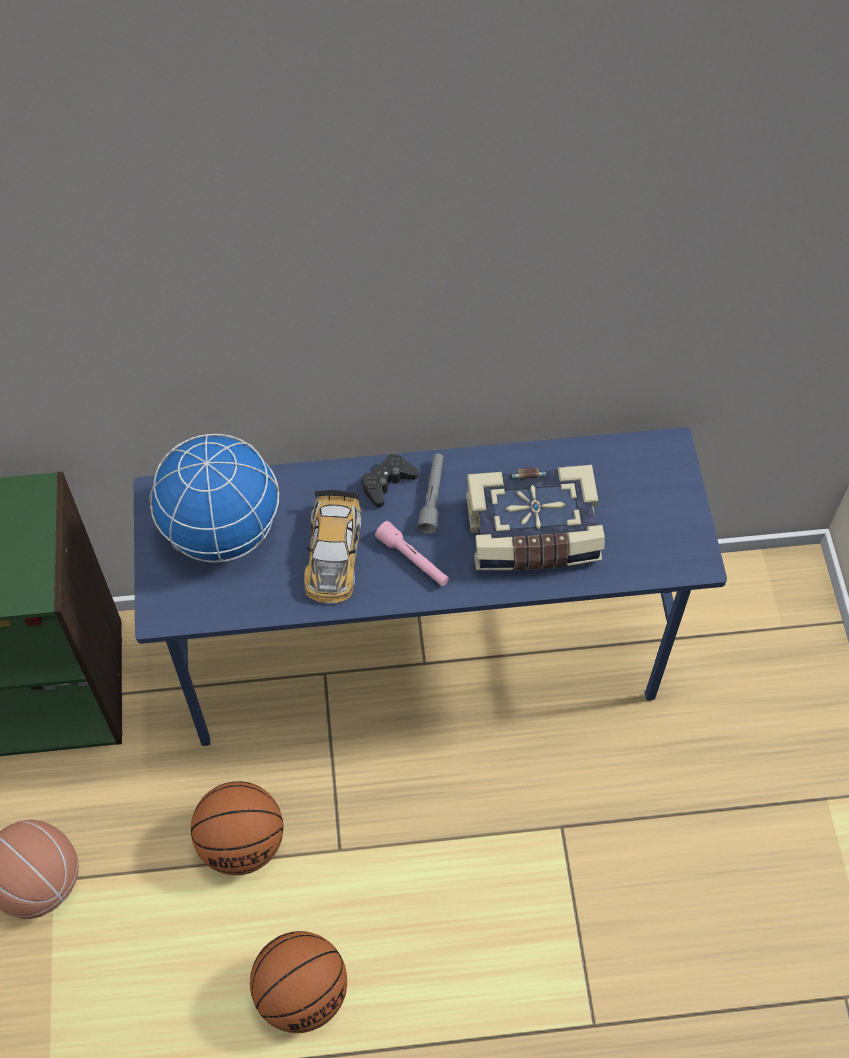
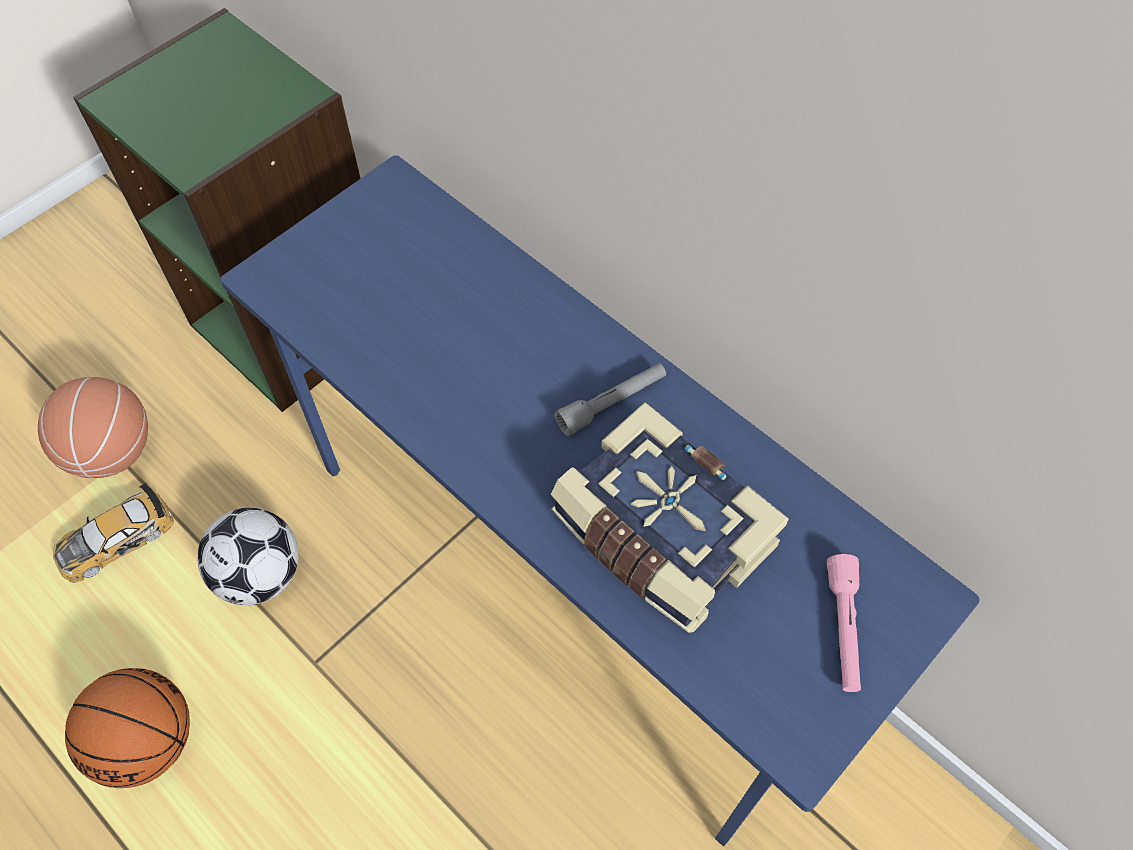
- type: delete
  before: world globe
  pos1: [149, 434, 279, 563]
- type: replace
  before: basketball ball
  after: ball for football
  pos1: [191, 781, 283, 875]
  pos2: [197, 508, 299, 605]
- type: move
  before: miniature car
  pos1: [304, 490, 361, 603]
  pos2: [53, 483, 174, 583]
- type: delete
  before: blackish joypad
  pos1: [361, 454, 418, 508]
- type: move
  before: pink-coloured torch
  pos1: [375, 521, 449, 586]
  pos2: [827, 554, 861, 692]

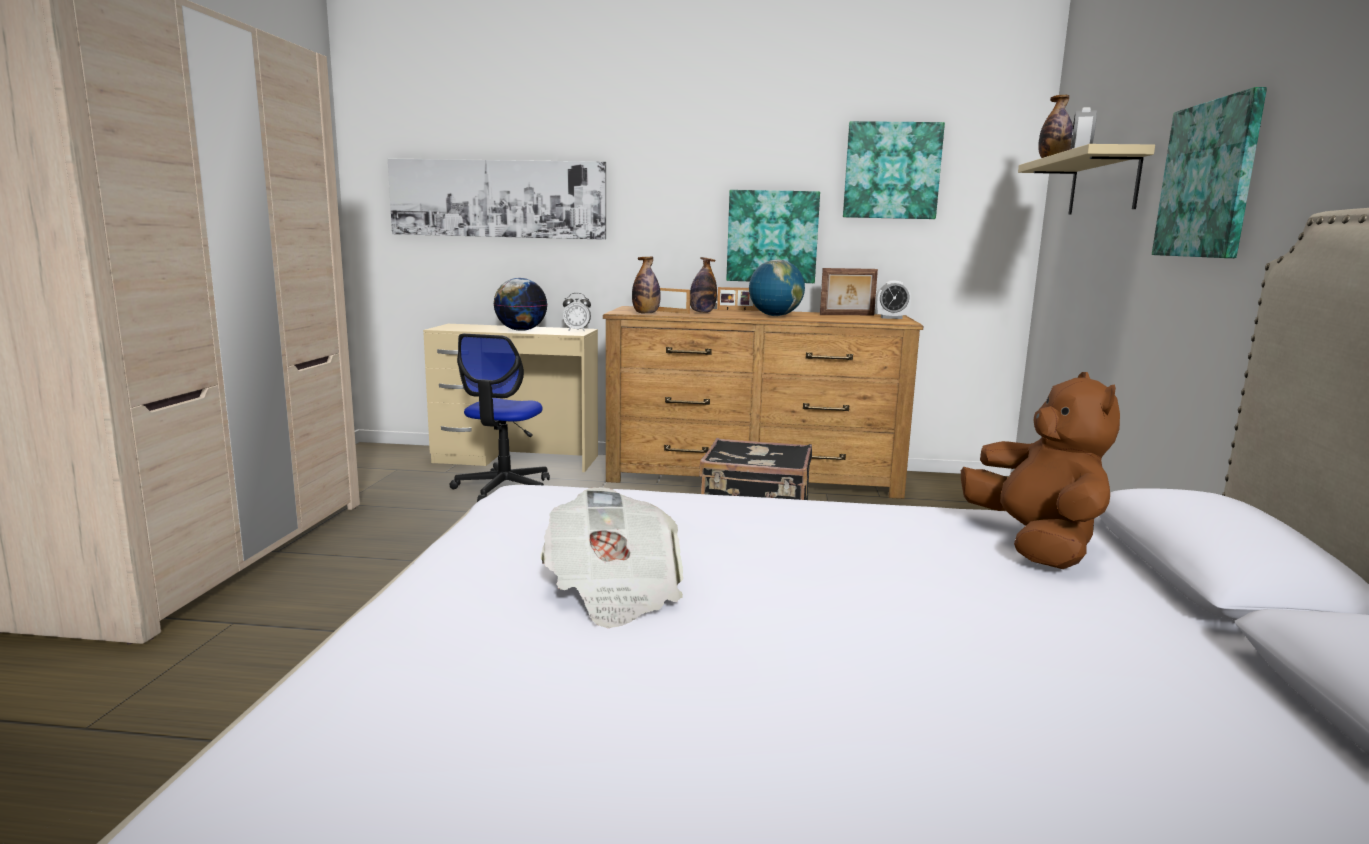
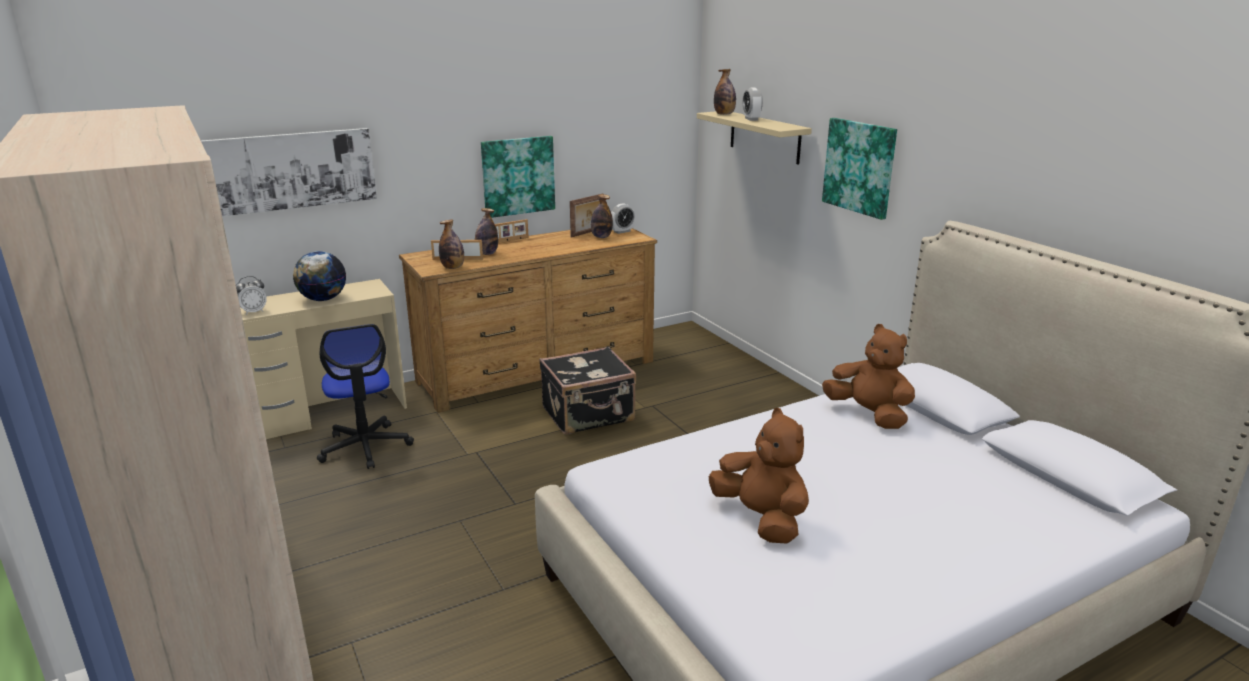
- type: replace
  before: printed paper
  after: brown cuddly toy
  pos1: [540, 487, 683, 628]
  pos2: [709, 408, 809, 544]
- type: move
  before: alarm clock
  pos1: [563, 293, 591, 331]
  pos2: [236, 276, 267, 315]
- type: delete
  before: world globe
  pos1: [749, 260, 805, 316]
- type: delete
  before: picture
  pos1: [843, 121, 945, 219]
- type: insert
  after: beverage bottle
  pos2: [591, 194, 613, 238]

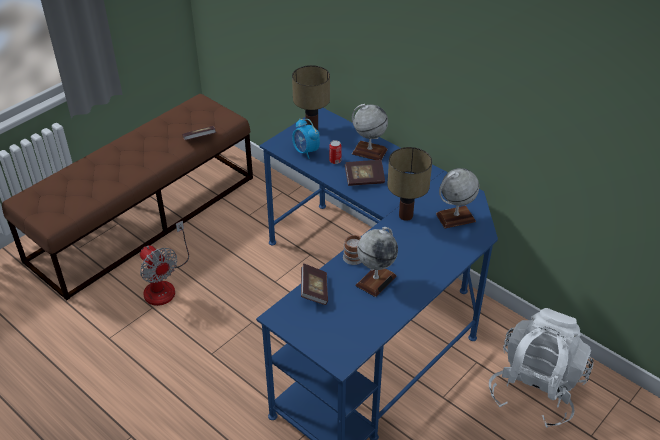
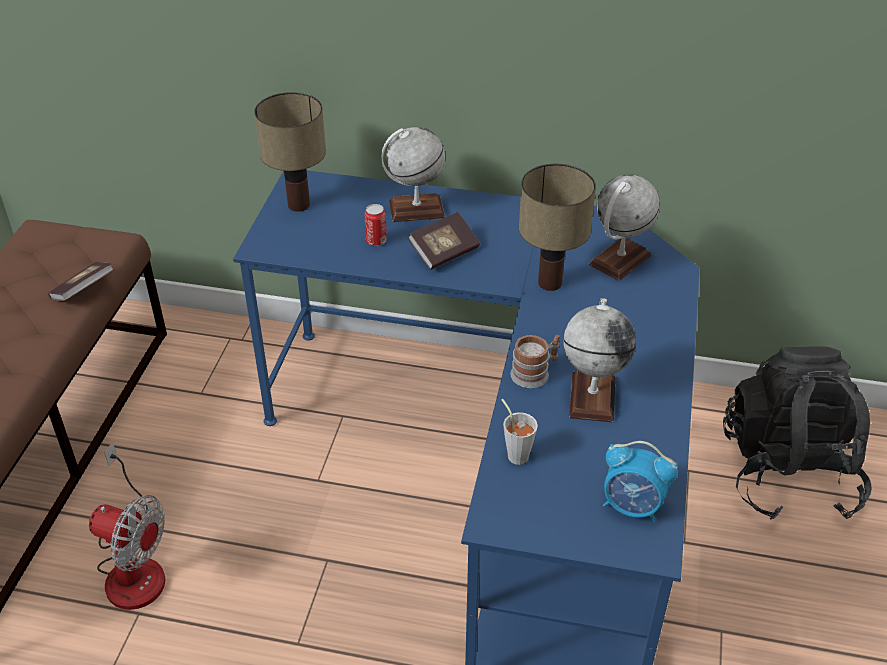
- type: move
  before: alarm clock
  pos1: [292, 119, 320, 159]
  pos2: [603, 441, 678, 522]
- type: replace
  before: volume
  after: greyish drinking cup
  pos1: [301, 263, 328, 305]
  pos2: [501, 399, 538, 465]
- type: recolor
  before: white-coloured rucksack
  after: blackish rucksack
  pos1: [489, 308, 594, 428]
  pos2: [723, 346, 872, 520]

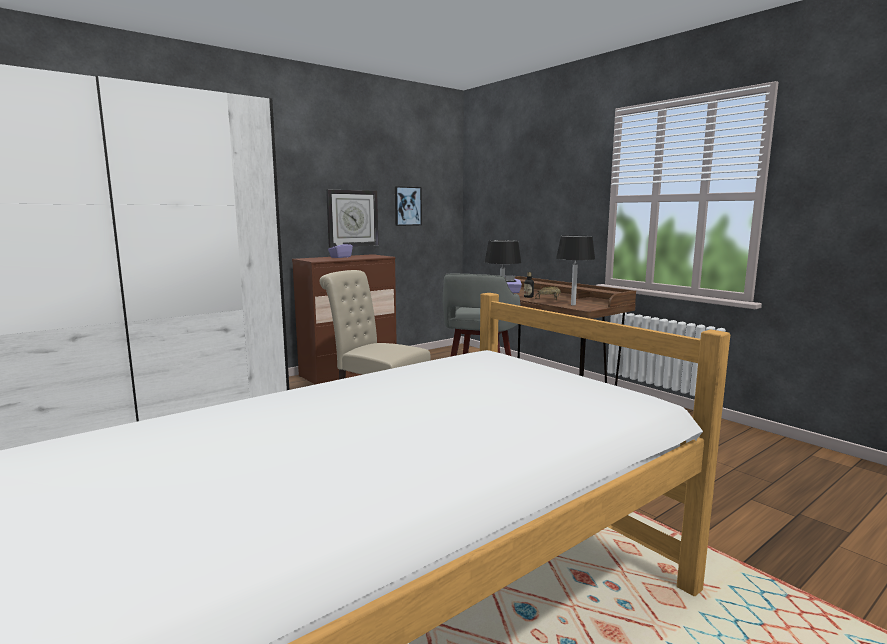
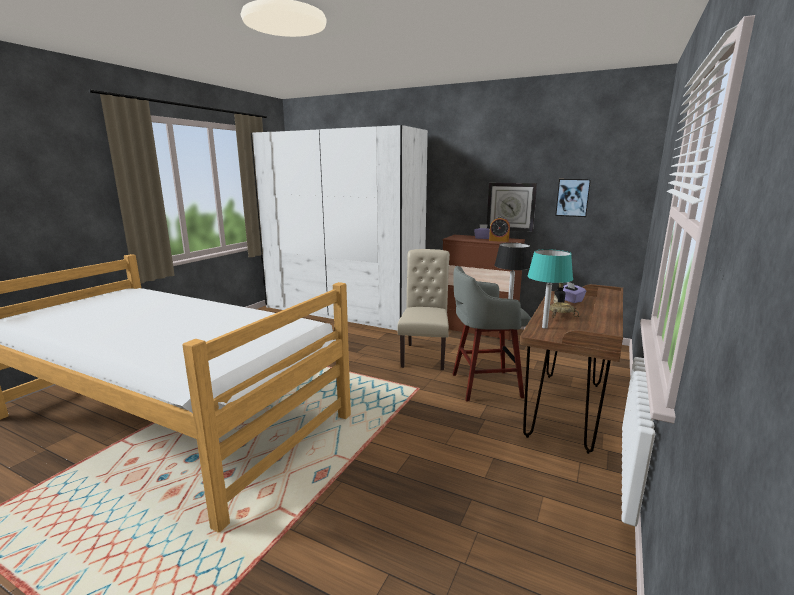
- type: recolor
  before: blackish lamp for a table
  after: turquoise lamp for a table
  pos1: [556, 236, 595, 306]
  pos2: [527, 249, 573, 329]
- type: insert
  after: alarm clock
  pos2: [489, 217, 510, 242]

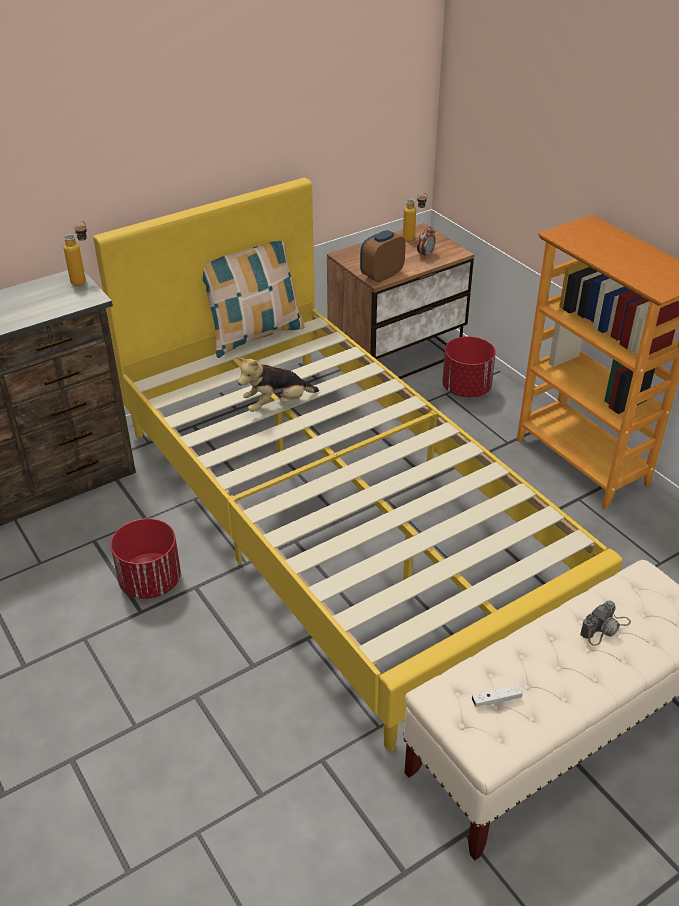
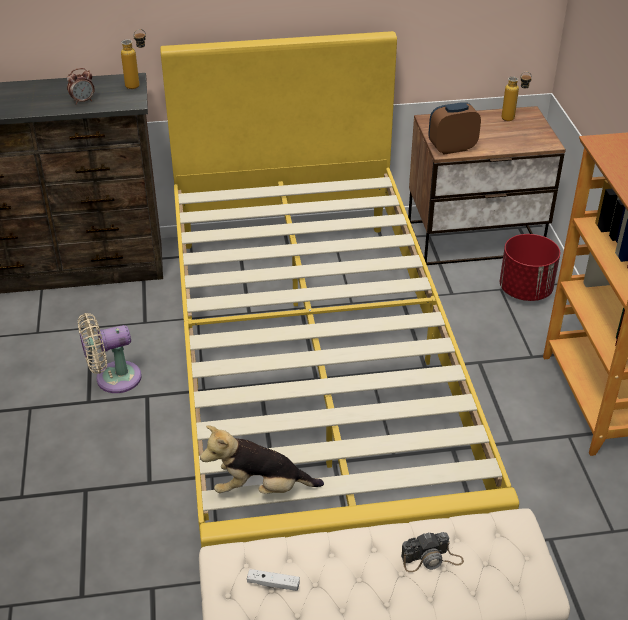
- type: replace
  before: reddish planter
  after: sand-coloured cooling fan
  pos1: [111, 518, 181, 599]
  pos2: [78, 313, 141, 393]
- type: delete
  before: pillow
  pos1: [203, 241, 305, 358]
- type: move
  before: cuddly toy
  pos1: [237, 357, 319, 412]
  pos2: [200, 426, 324, 494]
- type: move
  before: alarm clock
  pos1: [417, 226, 436, 259]
  pos2: [67, 68, 95, 104]

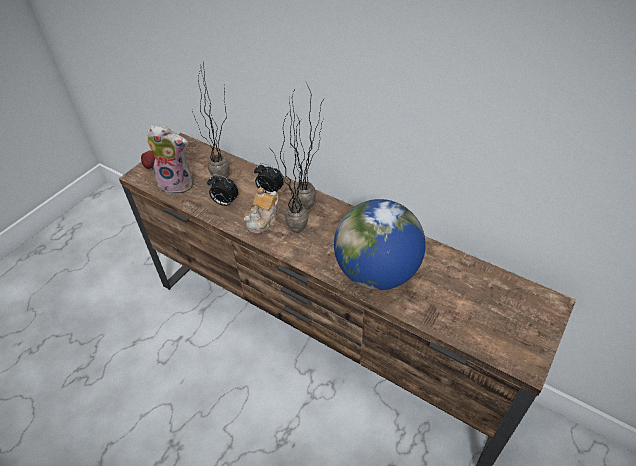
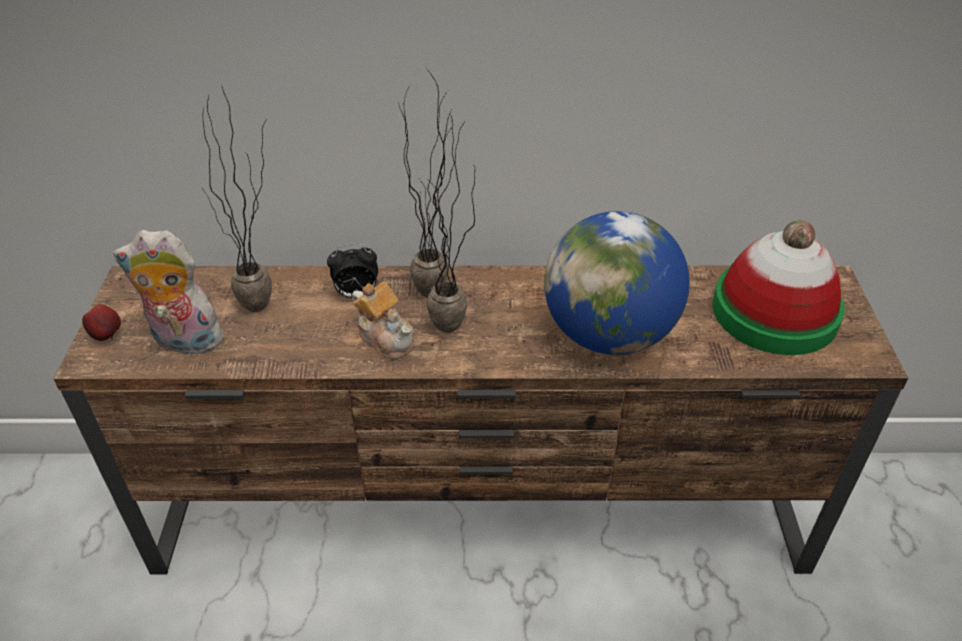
- type: rotate
  before: cuddly toy
  pos1: [147, 125, 193, 194]
  pos2: [113, 230, 227, 356]
  turn: -150
- type: delete
  before: alarm clock
  pos1: [207, 175, 239, 206]
- type: rotate
  before: tea pot
  pos1: [244, 188, 279, 234]
  pos2: [352, 282, 414, 359]
  turn: -45
- type: insert
  after: clothing hat
  pos2: [712, 220, 845, 355]

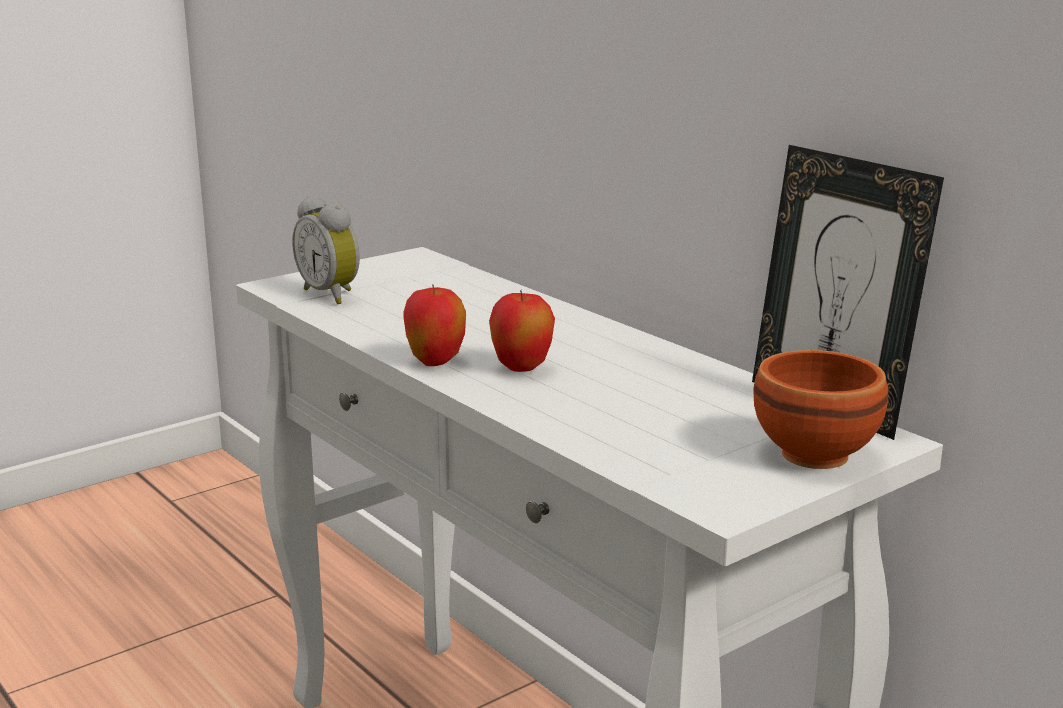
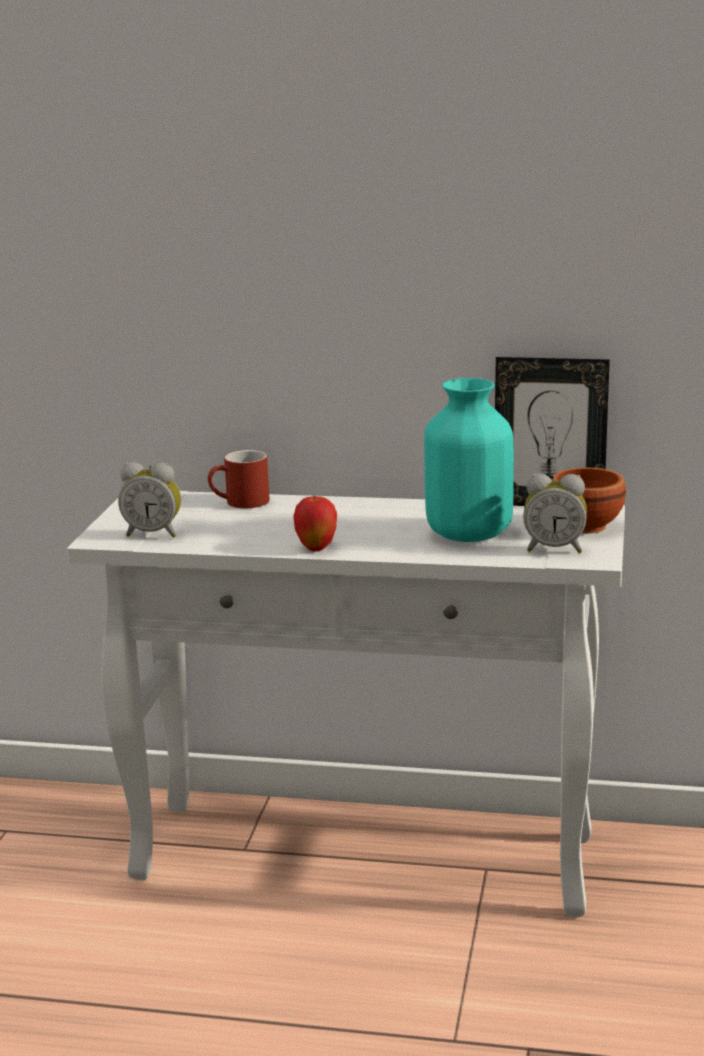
- type: delete
  before: whole apple
  pos1: [489, 290, 555, 372]
- type: insert
  after: reddish coffee mug
  pos2: [208, 450, 269, 508]
- type: insert
  after: turquoise vase
  pos2: [424, 378, 514, 542]
- type: insert
  after: alarm clock
  pos2: [523, 473, 587, 553]

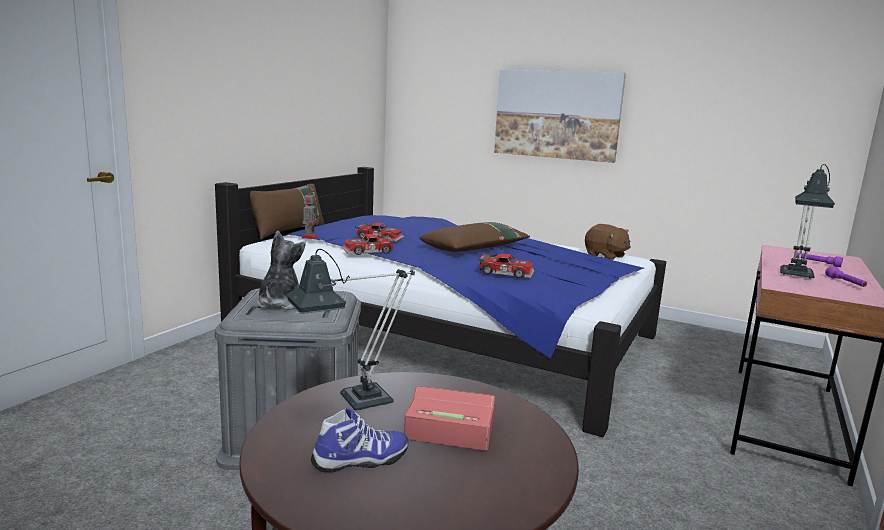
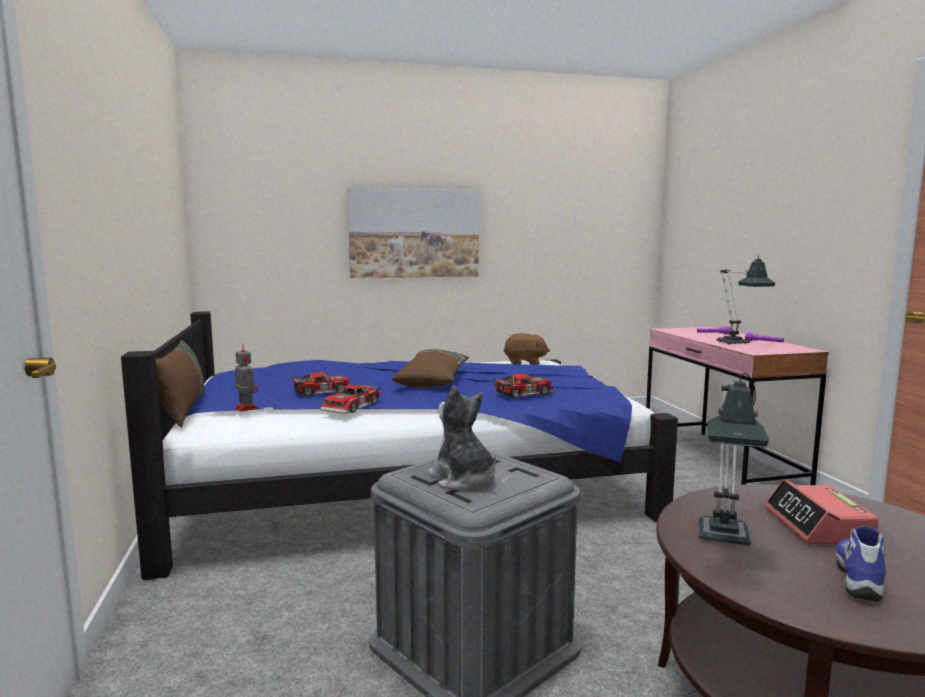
- type: rotate
  before: alarm clock
  pos1: [404, 386, 495, 451]
  pos2: [765, 480, 879, 544]
  turn: -60

